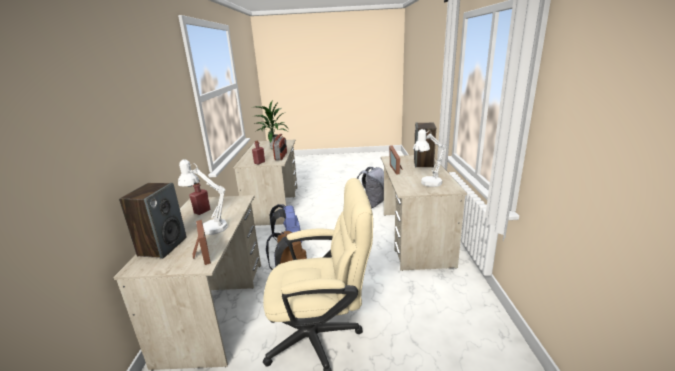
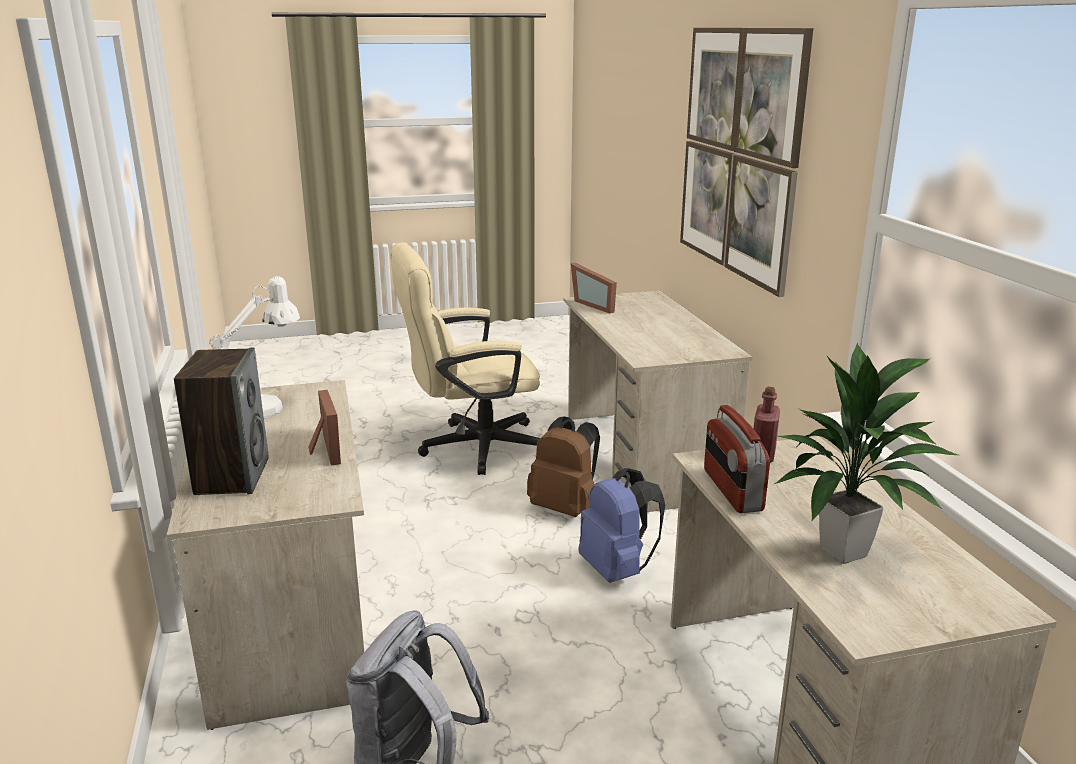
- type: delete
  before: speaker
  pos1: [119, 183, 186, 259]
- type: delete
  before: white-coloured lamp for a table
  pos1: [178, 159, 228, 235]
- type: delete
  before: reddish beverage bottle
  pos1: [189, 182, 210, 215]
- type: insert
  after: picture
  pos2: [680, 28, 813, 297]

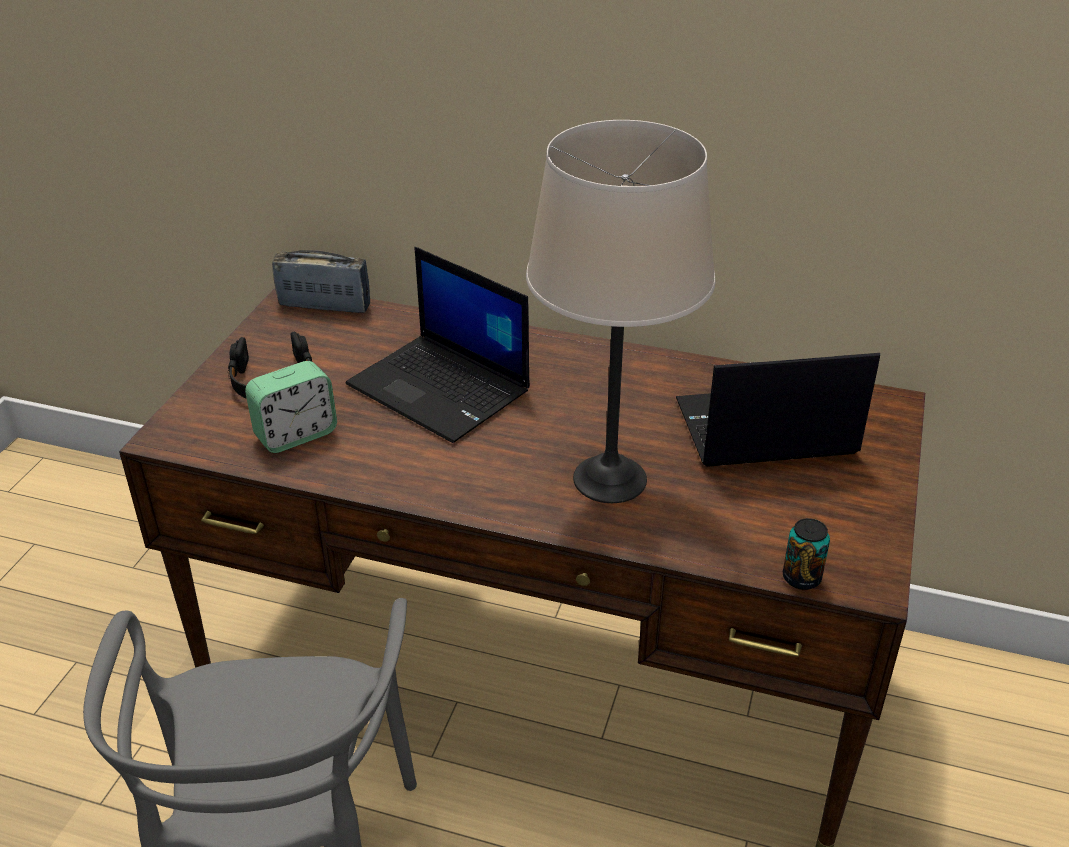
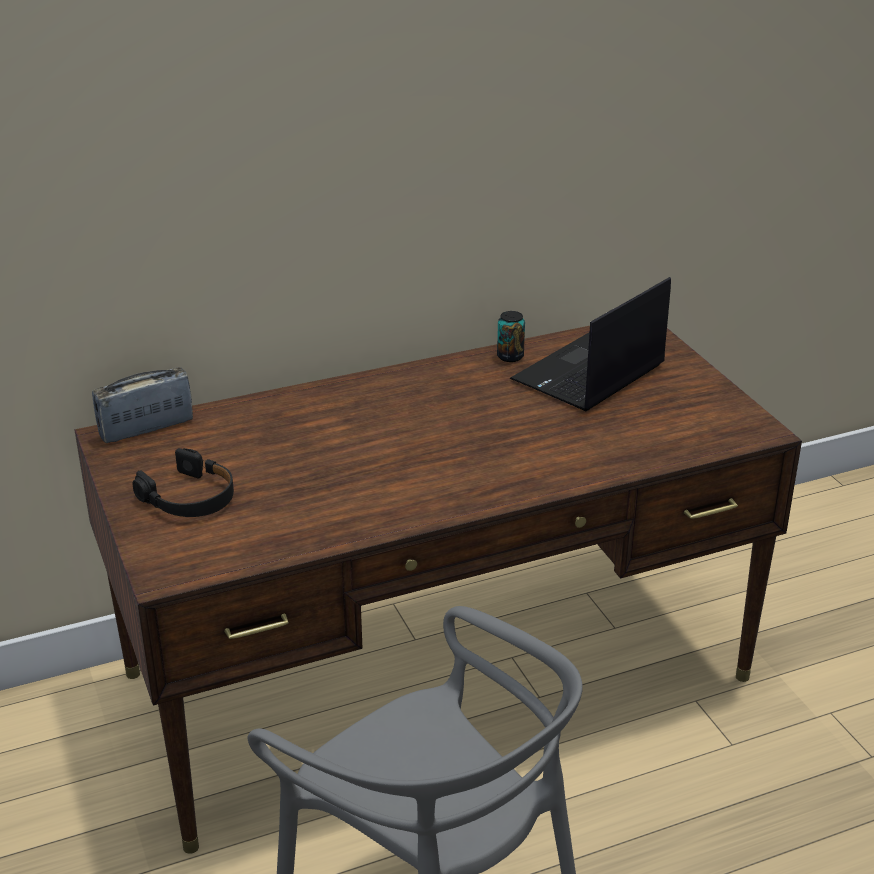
- type: delete
  before: alarm clock
  pos1: [245, 361, 337, 453]
- type: delete
  before: notebook computer
  pos1: [346, 247, 530, 443]
- type: delete
  before: sand-coloured lamp for a table
  pos1: [526, 120, 715, 503]
- type: move
  before: can
  pos1: [783, 518, 830, 590]
  pos2: [497, 311, 525, 362]

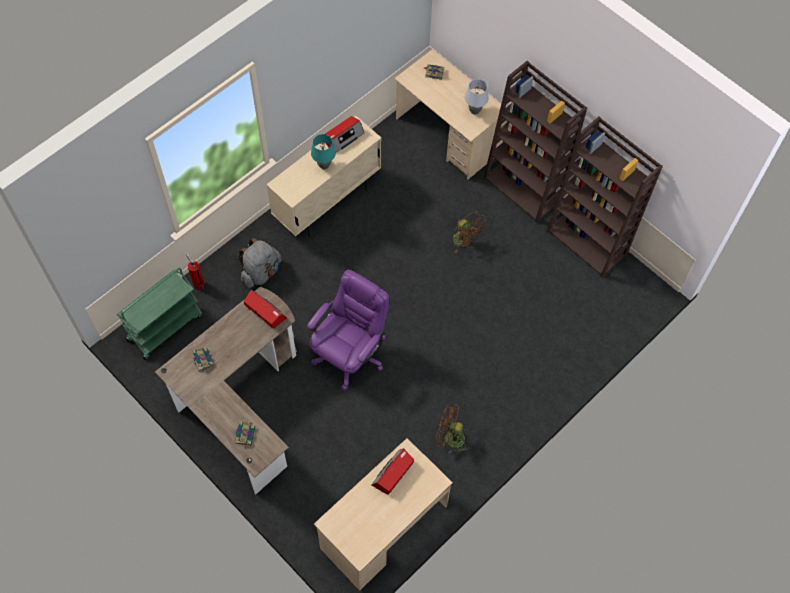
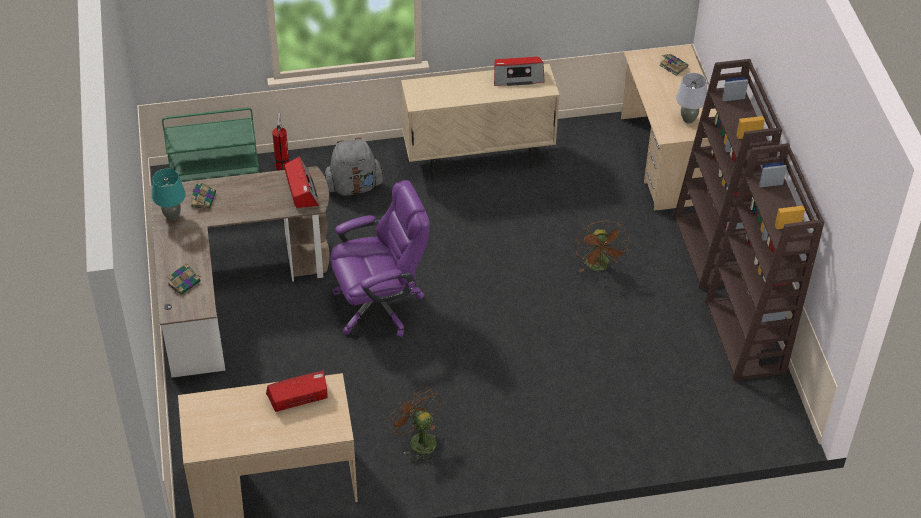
- type: move
  before: turquoise lamp for a table
  pos1: [311, 134, 336, 170]
  pos2: [152, 169, 186, 221]

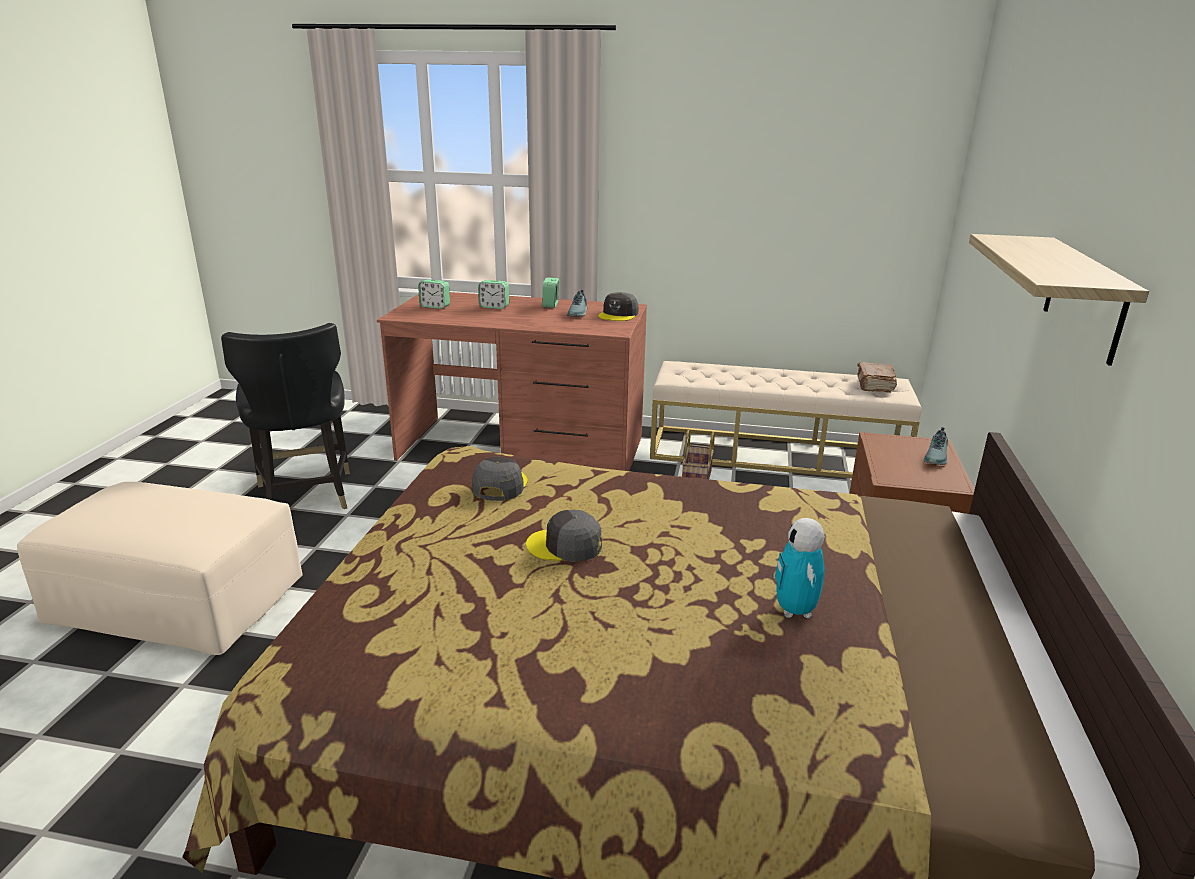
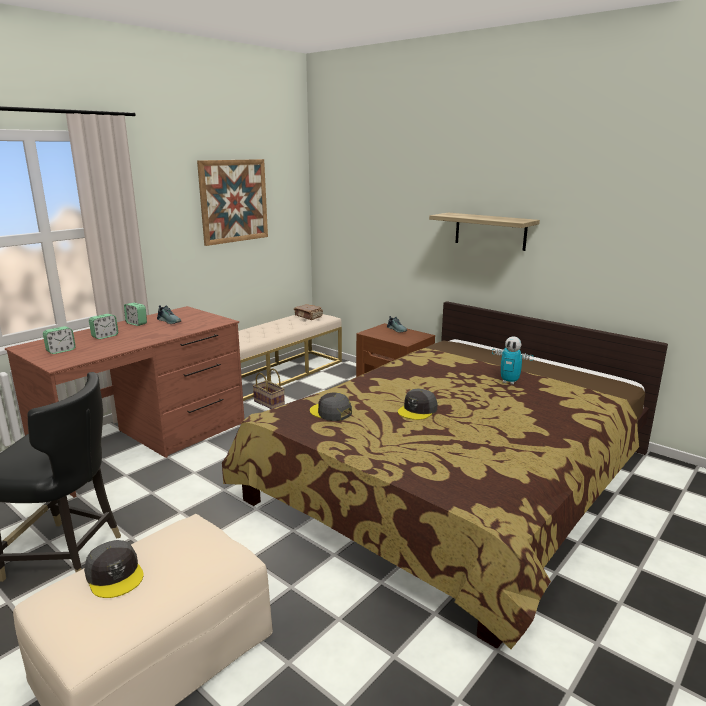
- type: move
  before: greyish peaked cap
  pos1: [598, 292, 639, 321]
  pos2: [84, 540, 144, 598]
- type: insert
  after: picture
  pos2: [197, 159, 268, 246]

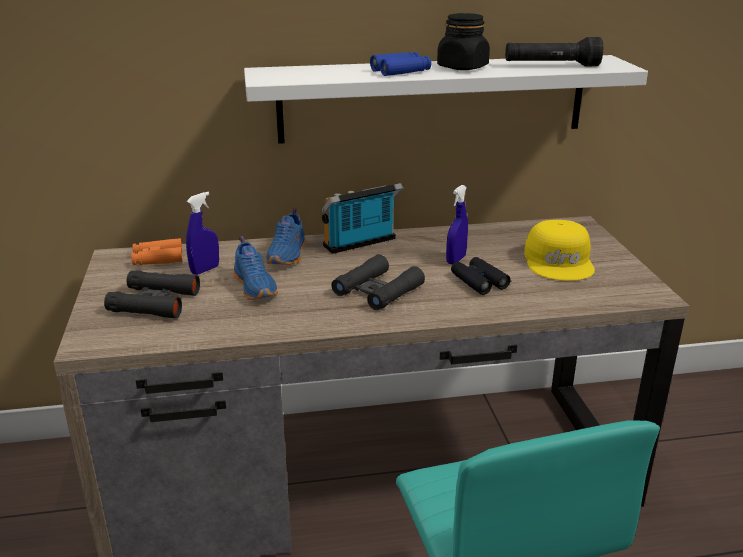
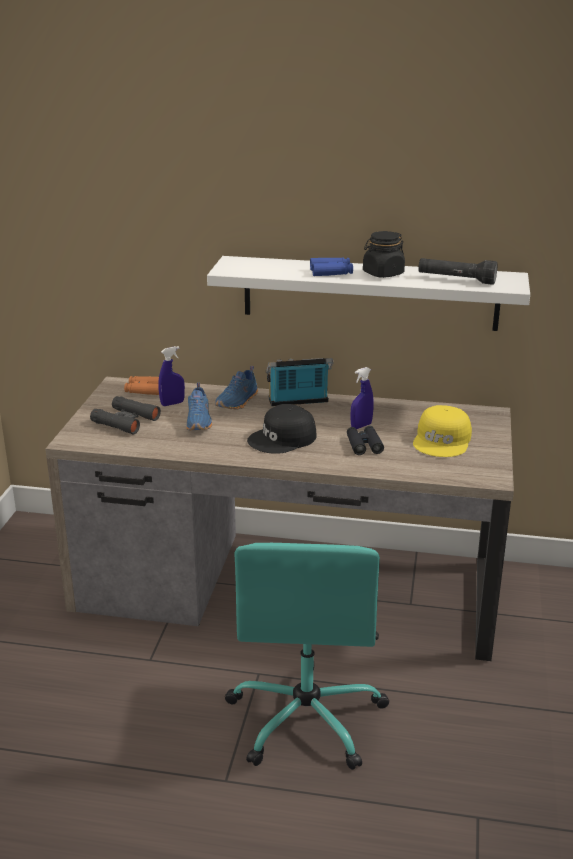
- type: replace
  before: blackish binoculars
  after: blackish peaked cap
  pos1: [331, 254, 425, 310]
  pos2: [247, 404, 316, 454]

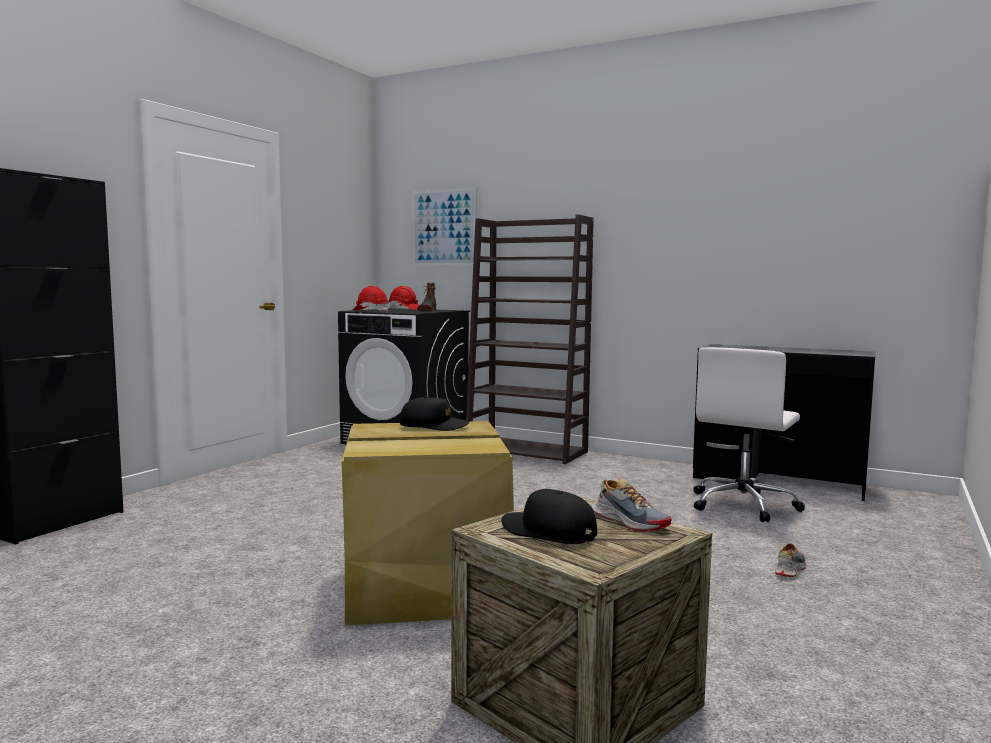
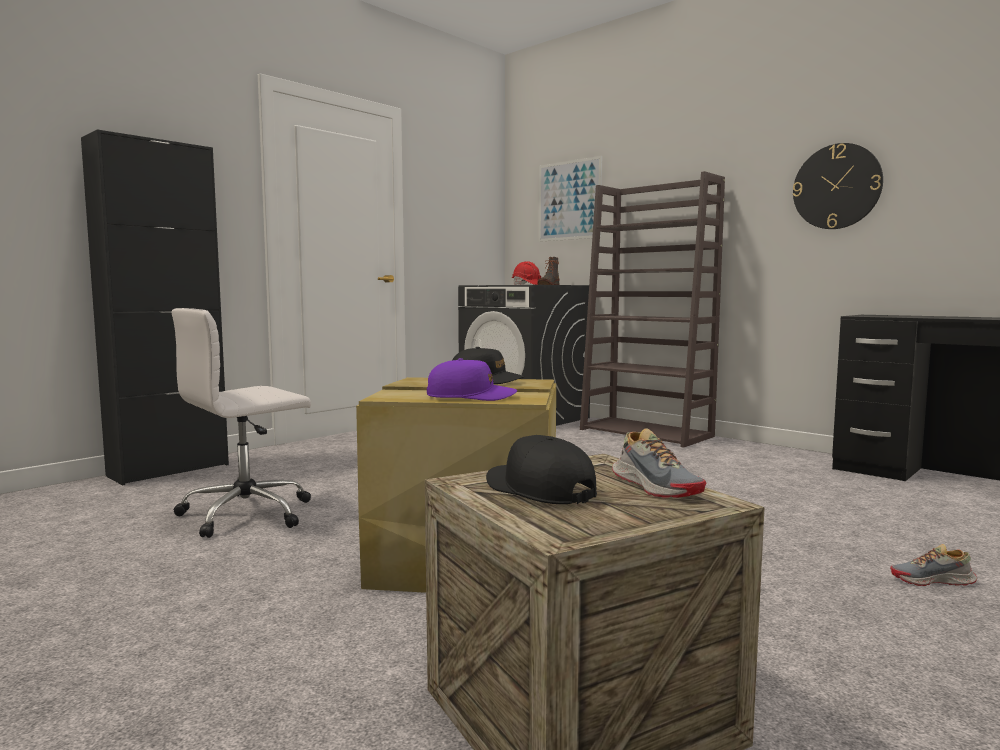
- type: delete
  before: reddish safety helmet
  pos1: [353, 286, 389, 311]
- type: move
  before: white-coloured office chair
  pos1: [693, 347, 805, 522]
  pos2: [171, 308, 311, 538]
- type: rotate
  before: low shoe
  pos1: [775, 543, 807, 577]
  pos2: [890, 544, 977, 586]
  turn: -135
- type: insert
  after: purple peaked cap
  pos2: [427, 358, 517, 401]
- type: insert
  after: clock on the wall
  pos2: [793, 143, 883, 229]

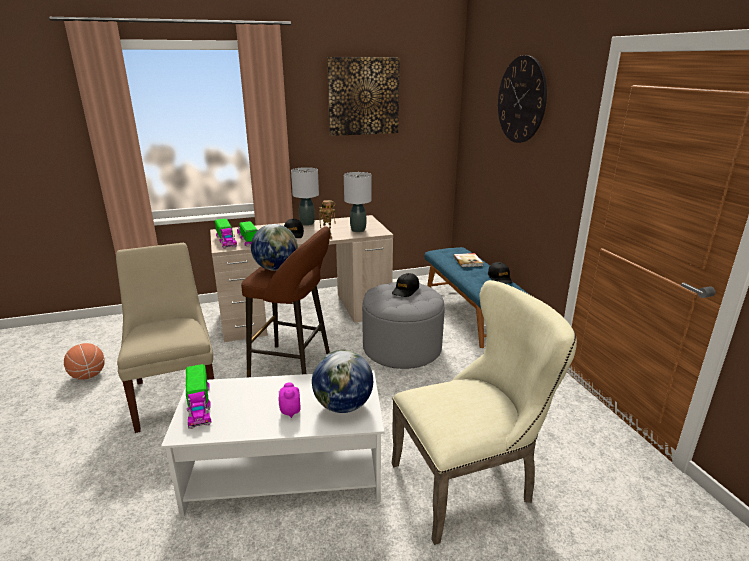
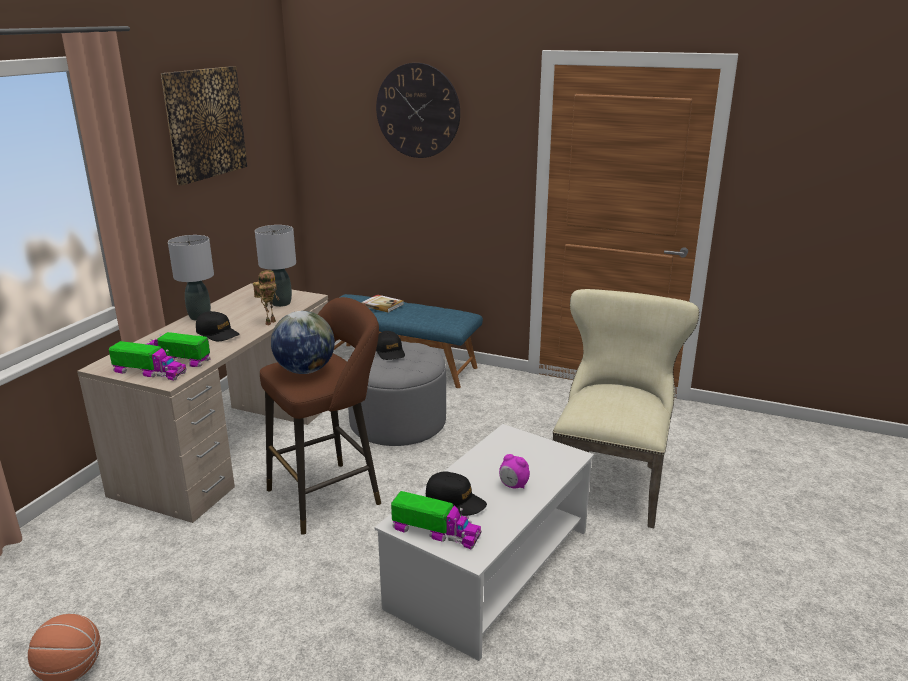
- type: delete
  before: sand-coloured chair
  pos1: [116, 243, 214, 433]
- type: delete
  before: world globe
  pos1: [312, 350, 373, 413]
- type: move
  before: blackish peaked cap
  pos1: [488, 262, 512, 284]
  pos2: [426, 471, 487, 516]

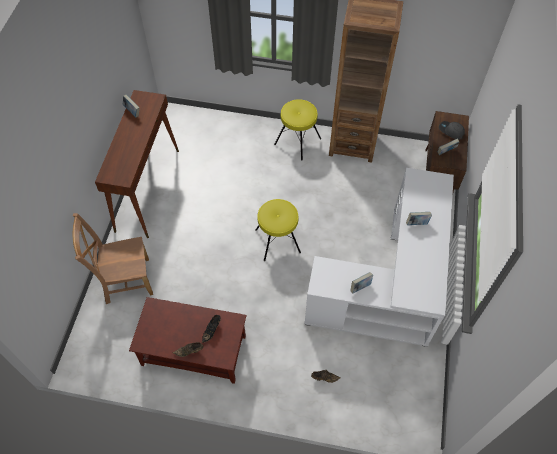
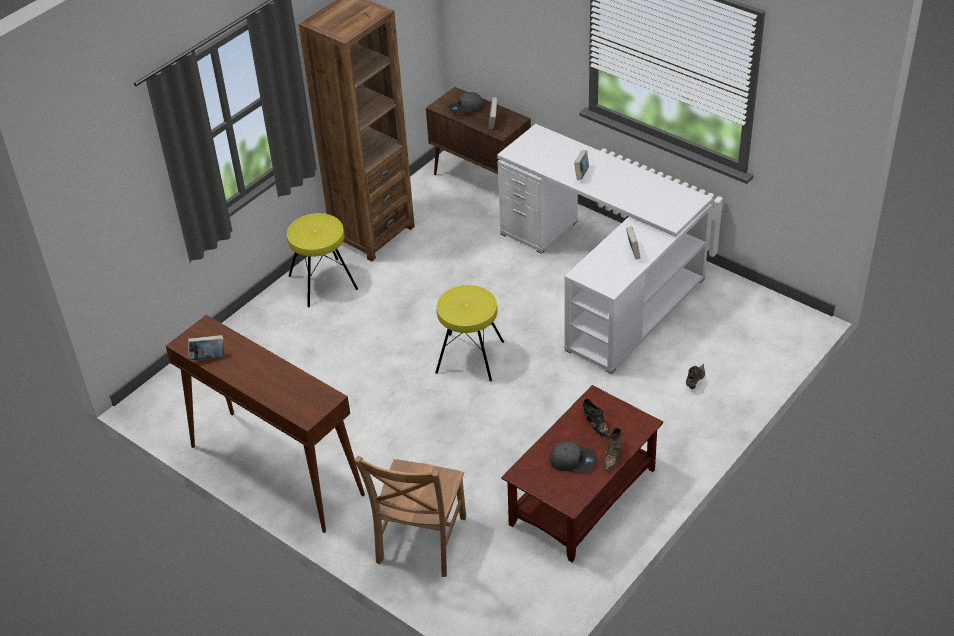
- type: insert
  after: greyish peaked cap
  pos2: [549, 441, 596, 473]

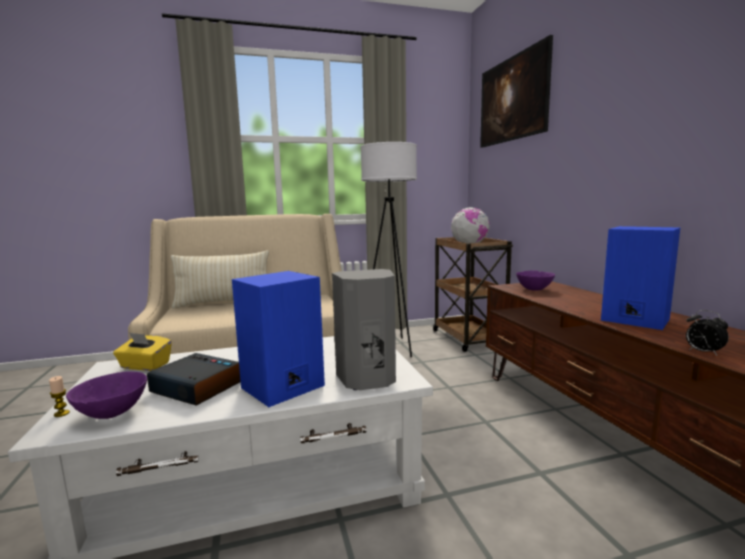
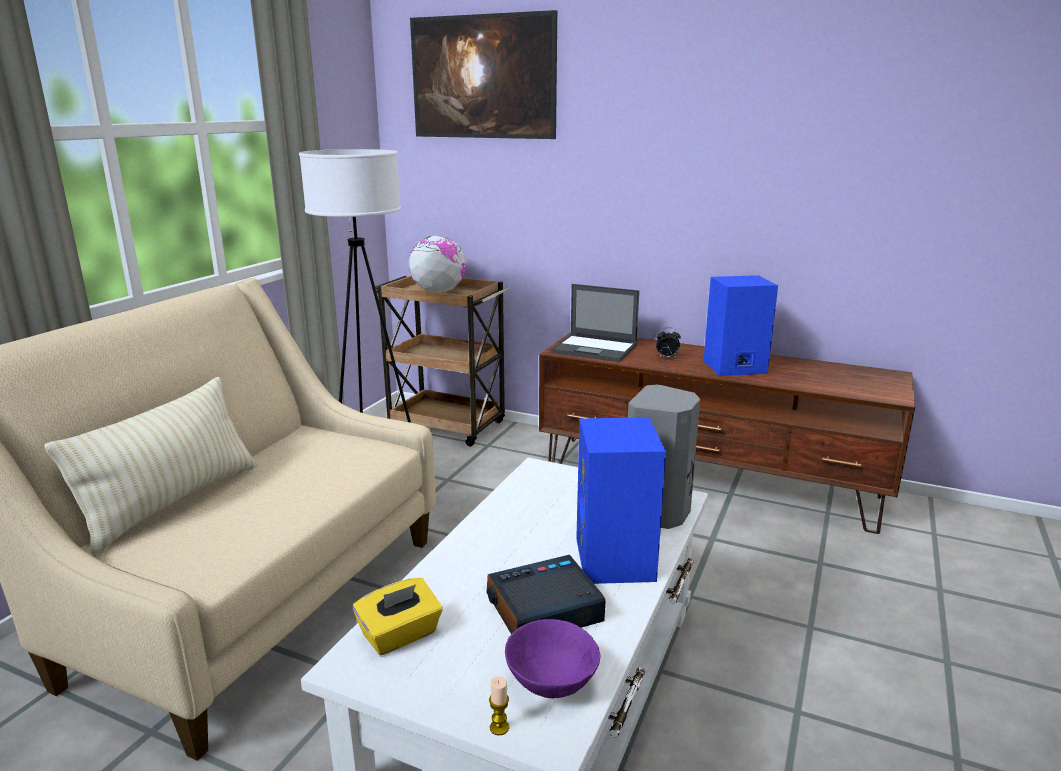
- type: replace
  before: purple serving bowl
  after: notebook computer
  pos1: [516, 271, 555, 291]
  pos2: [551, 284, 639, 362]
- type: move
  before: alarm clock
  pos1: [686, 310, 729, 356]
  pos2: [656, 328, 681, 358]

